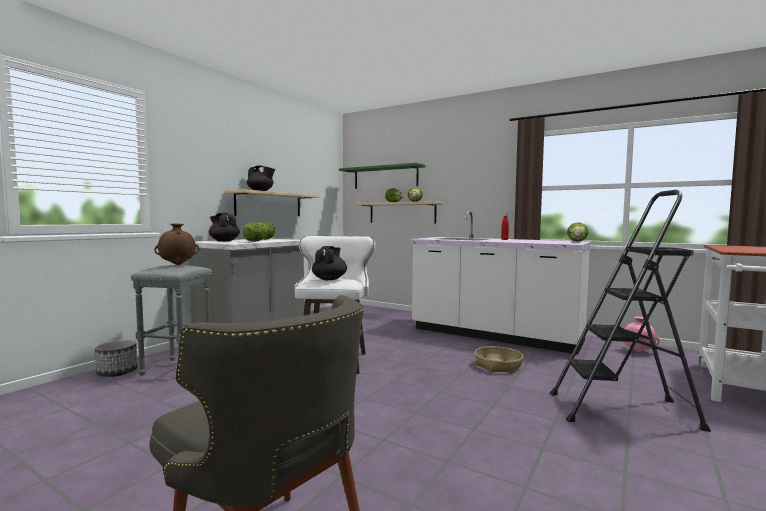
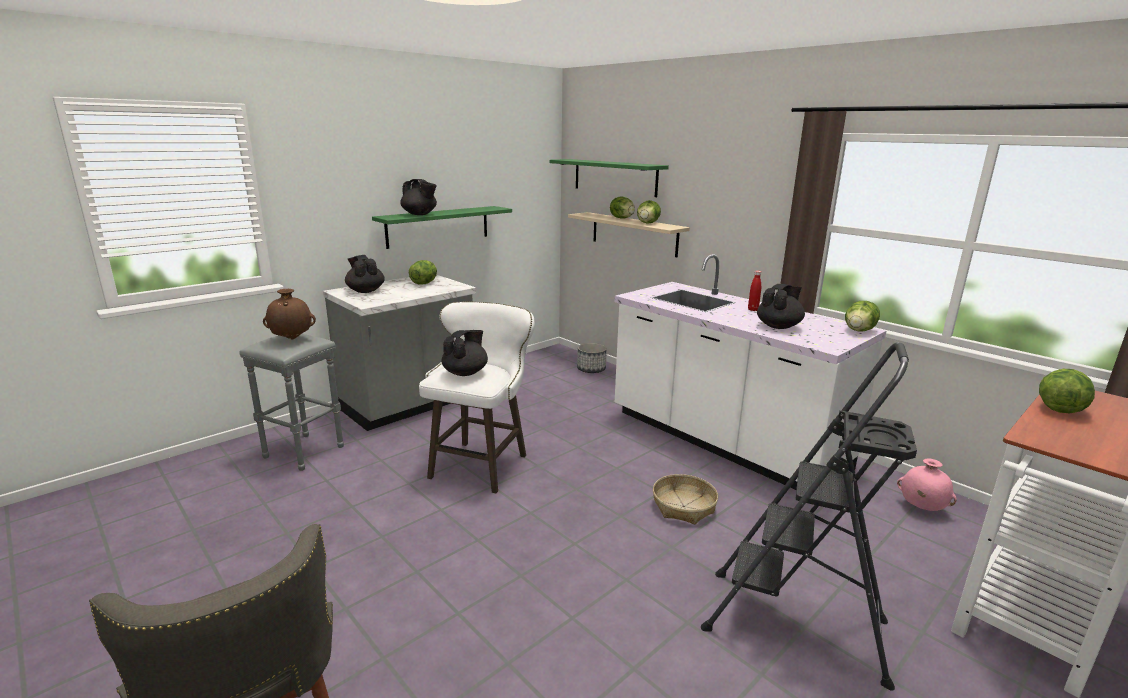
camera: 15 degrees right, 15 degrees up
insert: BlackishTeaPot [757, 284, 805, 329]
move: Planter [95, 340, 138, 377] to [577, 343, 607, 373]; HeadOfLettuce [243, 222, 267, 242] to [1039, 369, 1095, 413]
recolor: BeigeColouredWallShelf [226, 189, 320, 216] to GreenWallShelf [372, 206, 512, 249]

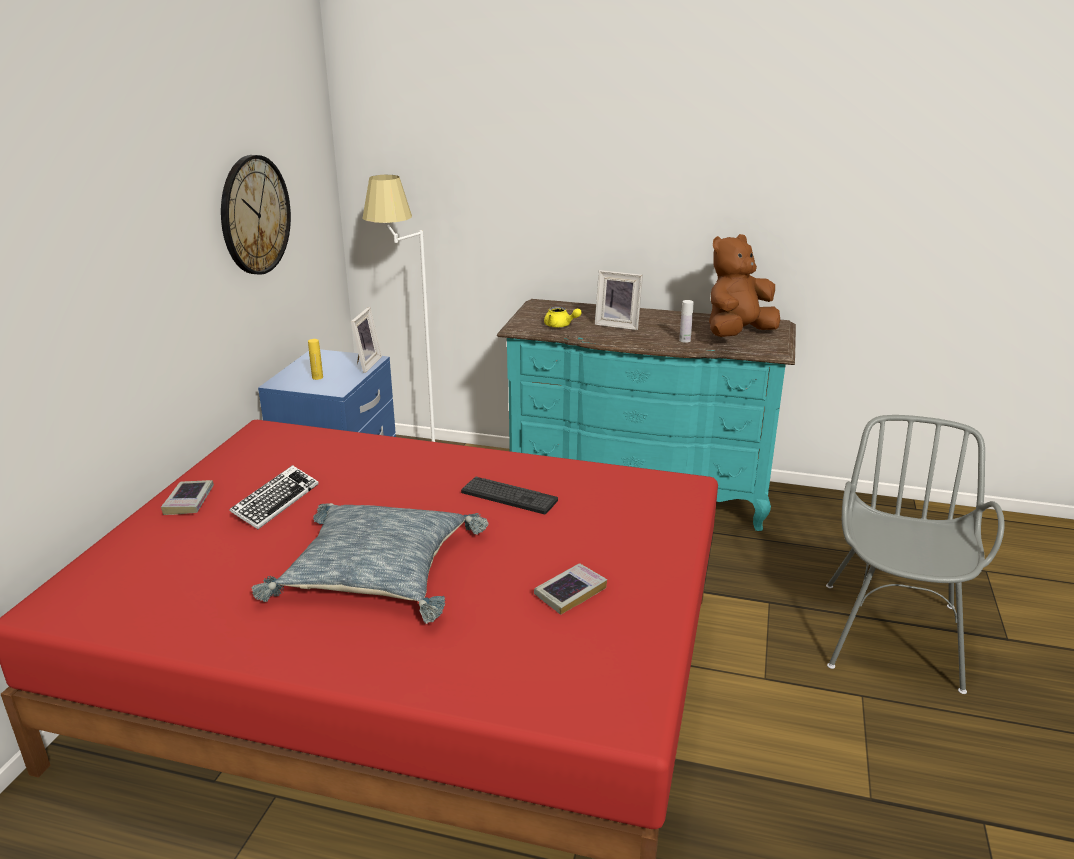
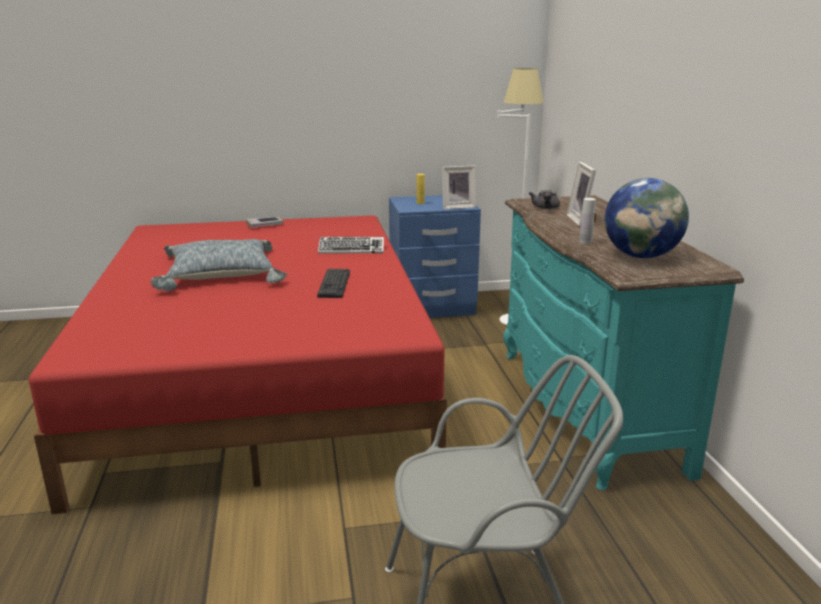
camera: 65 degrees right, 5 degrees down
delete: ClockOnTheWall [221, 155, 291, 275]; Volume [534, 563, 607, 615]
move: Keyboard [229, 465, 319, 529] to [318, 237, 384, 254]
replace: BrownPlushToy [709, 234, 780, 337] to DeskGlobe [605, 178, 689, 258]
recolor: YellowColouredTeaPot [544, 306, 582, 327] to GrayTeaPot [529, 190, 560, 209]

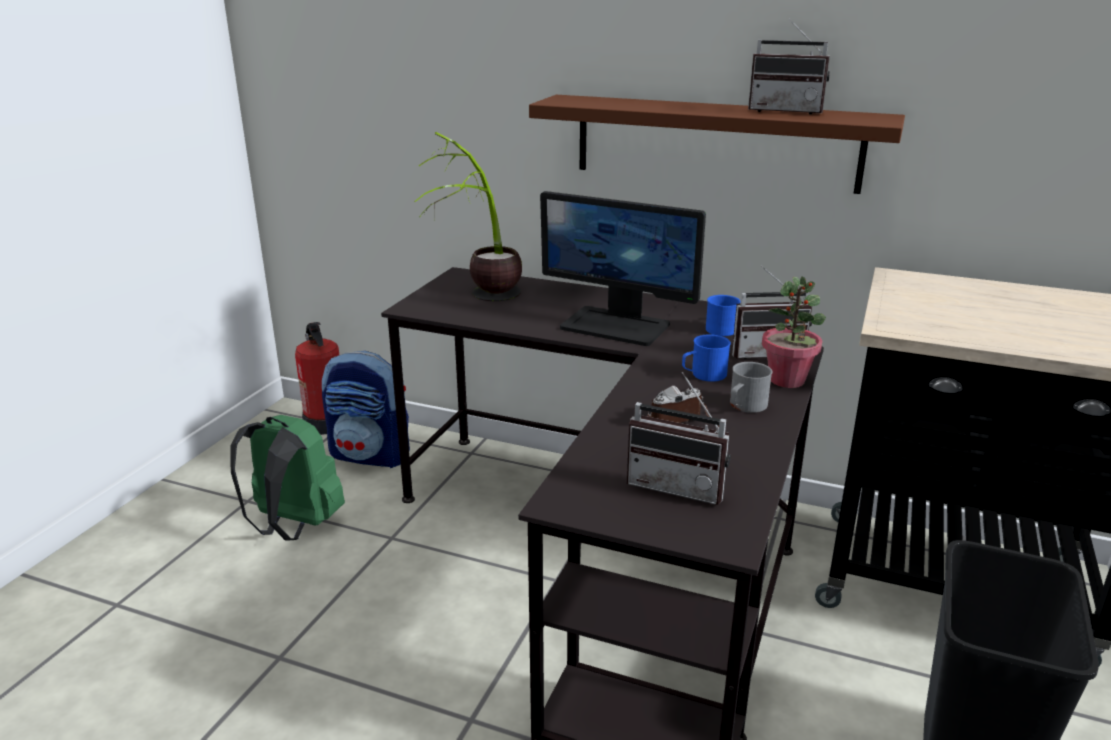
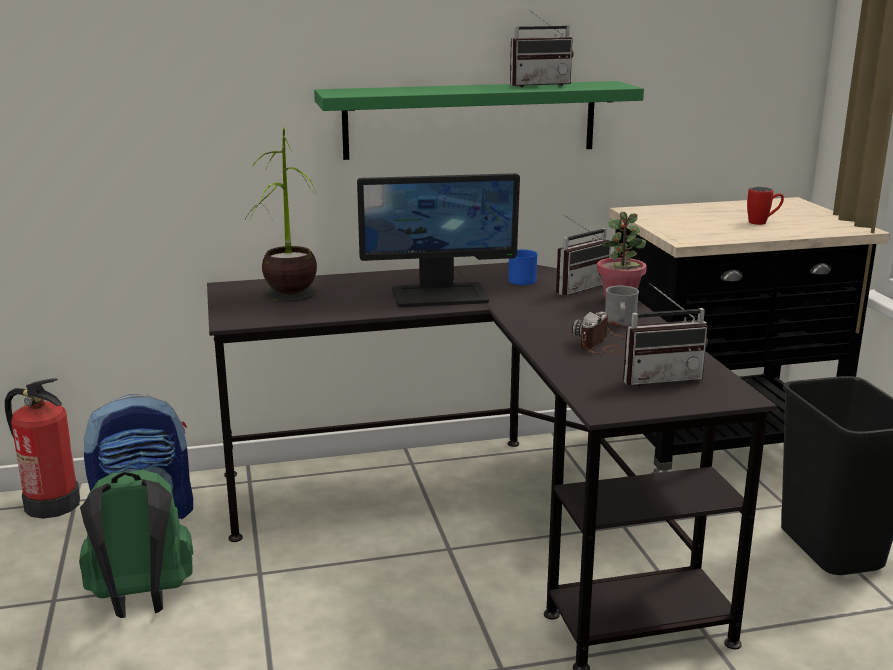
camera: 35 degrees left, 5 degrees down
delete: BluishCoffeeMug [682, 334, 731, 382]
insert: ReddishCoffeeMug [747, 187, 784, 225]
recolor: BrownWallShelf [529, 95, 905, 194] to GreenWallShelf [314, 81, 644, 160]

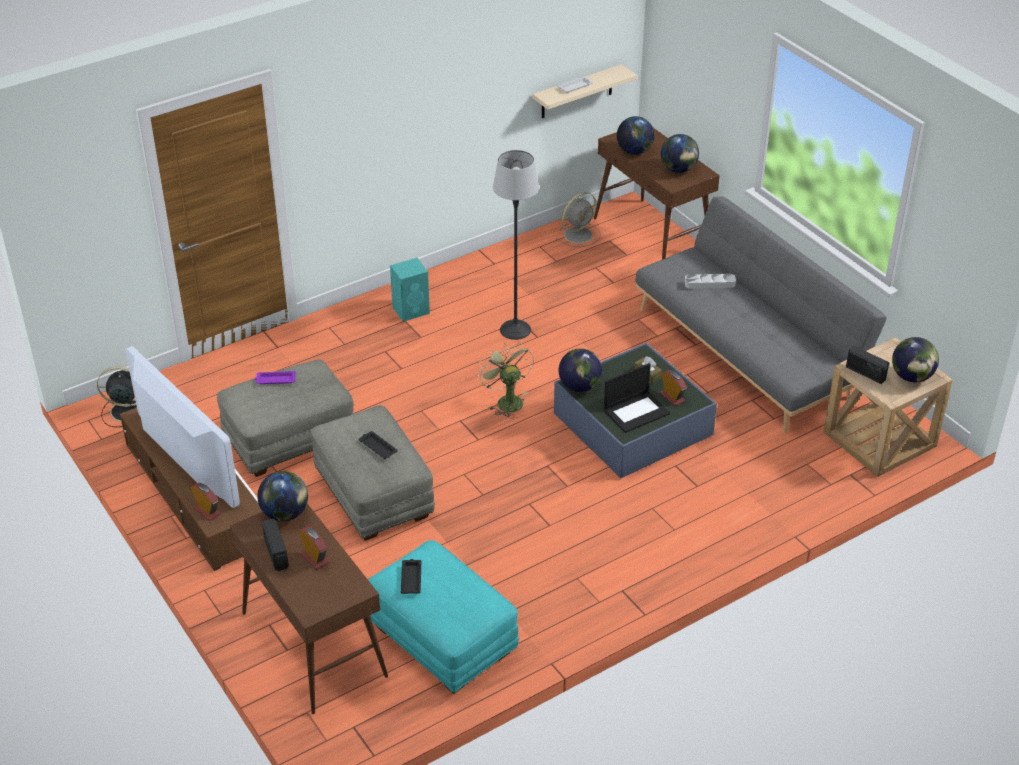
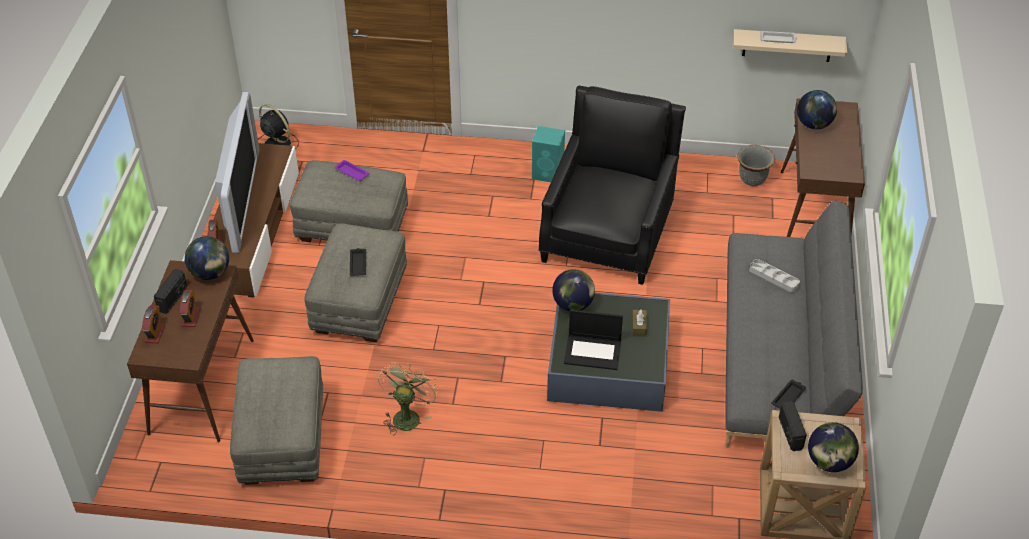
camera: 40 degrees right, 5 degrees up
delete: DeskGlobe [661, 134, 699, 173]
move: AlarmClock [660, 370, 687, 406] to [142, 305, 165, 344]; GreenCoolingFan [478, 342, 534, 418] to [378, 362, 438, 435]; BlackishCarryingTray [401, 559, 421, 594] to [771, 380, 806, 409]
replace: FloorLamp [493, 150, 539, 340] to BlackishLoungeChair [538, 86, 686, 285]; GrayCoolingFan [556, 192, 601, 247] to GrayPlanter [737, 145, 775, 186]
recolor: BlueGreenPouffe [369, 540, 519, 694] to GrayPouffe [230, 356, 323, 485]

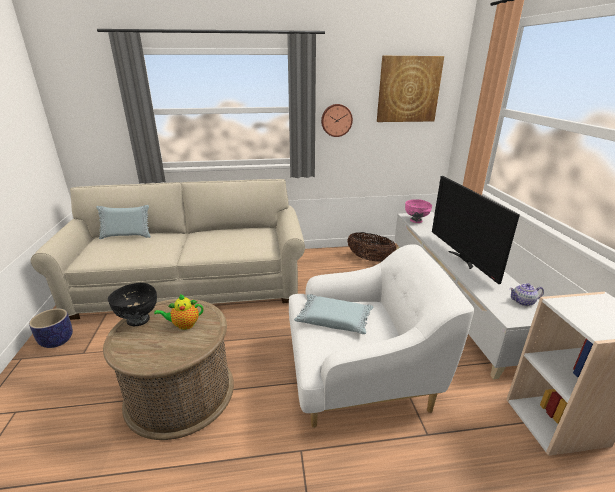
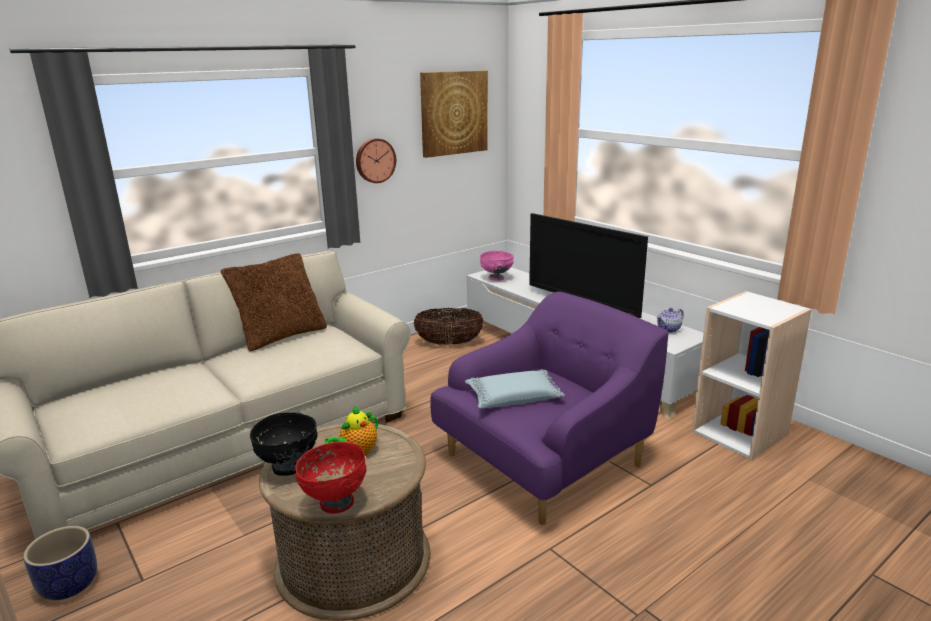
camera: 30 degrees left, 5 degrees down
delete: BluishCushion [96, 205, 151, 239]
insert: BrownCushion [221, 253, 327, 351]; ReddishServingBowl [295, 442, 366, 514]
recolor: WhitishLoungeChair [289, 244, 474, 428] to PurpleLoungeChair [430, 292, 668, 525]

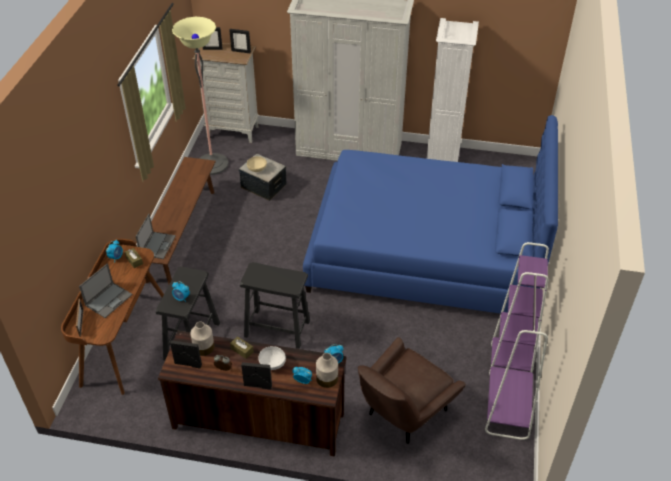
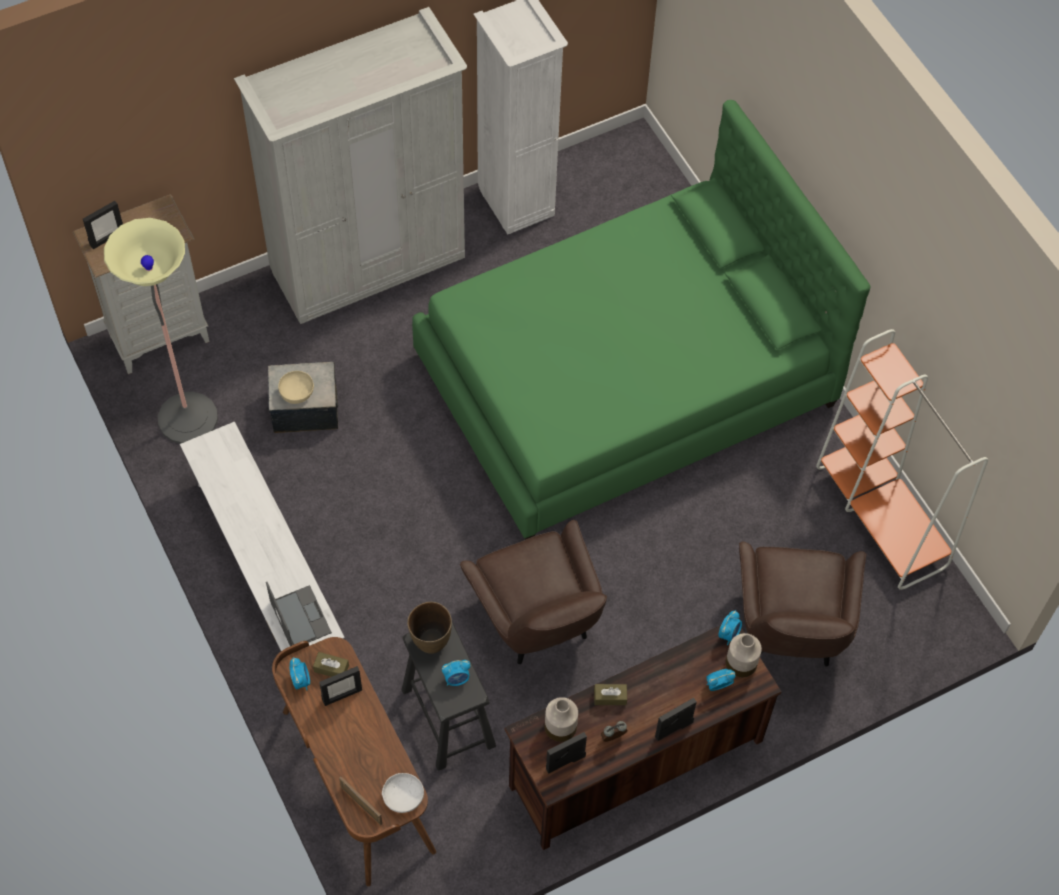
camera: 40 degrees left, 15 degrees up
delete: PortableComputer [79, 263, 133, 318]
insert: BrownVase [407, 602, 452, 654]
move: PictureFrame [229, 29, 251, 53] to [319, 666, 362, 706]; WhitishServingBowl [258, 346, 286, 370] to [382, 773, 424, 813]
replace: BlackishStoolSeat [240, 262, 310, 349] to BrownLoungeChair [460, 520, 607, 664]
recolor: BrownIndoorBench [145, 157, 216, 285] to WhitishIndoorBench [180, 422, 345, 651]; BluishBed [303, 115, 558, 314] to GreenBed [412, 100, 871, 540]; PurpleGarmentRack [485, 242, 549, 440] to OrangeyGarmentRack [816, 329, 988, 590]

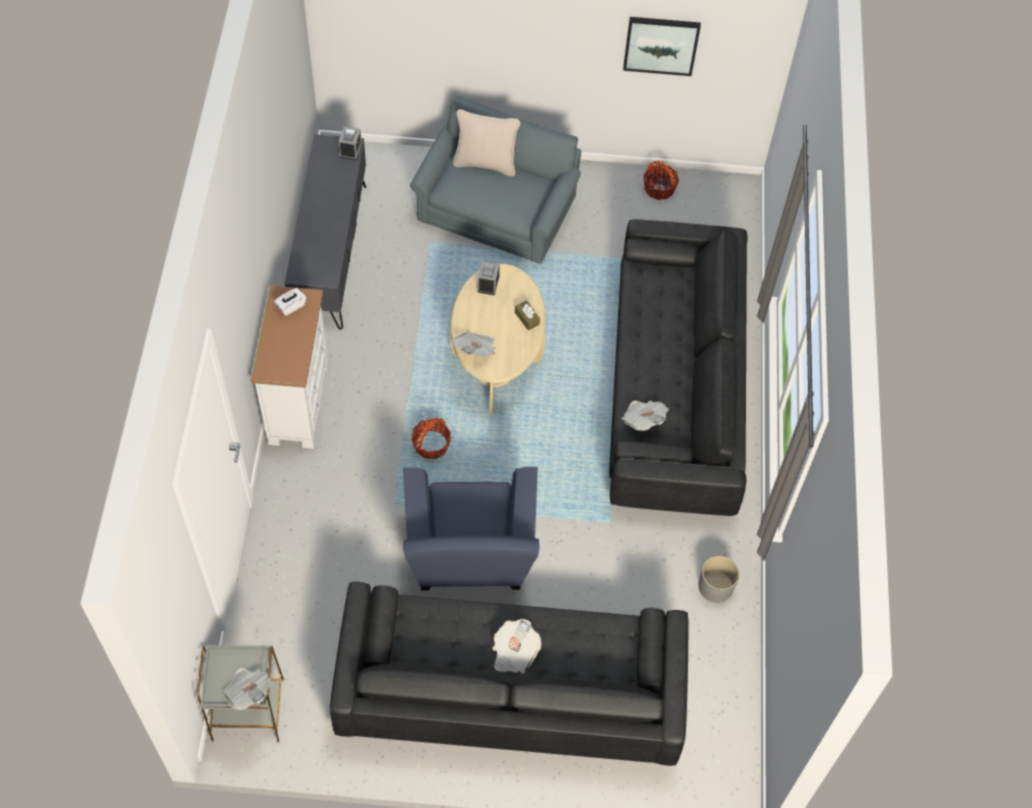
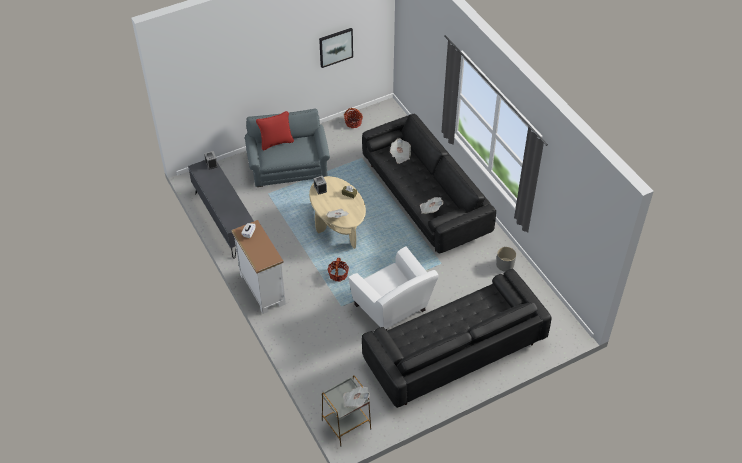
camera: 30 degrees left, 10 degrees down
move: Newspaper [493, 619, 541, 674] to [390, 138, 411, 164]
recolor: BeigeColouredCushion [453, 109, 520, 176] to ReddishCushion [256, 111, 294, 150]; BluishLoungeChair [403, 467, 539, 591] to WhitishLoungeChair [348, 246, 439, 330]

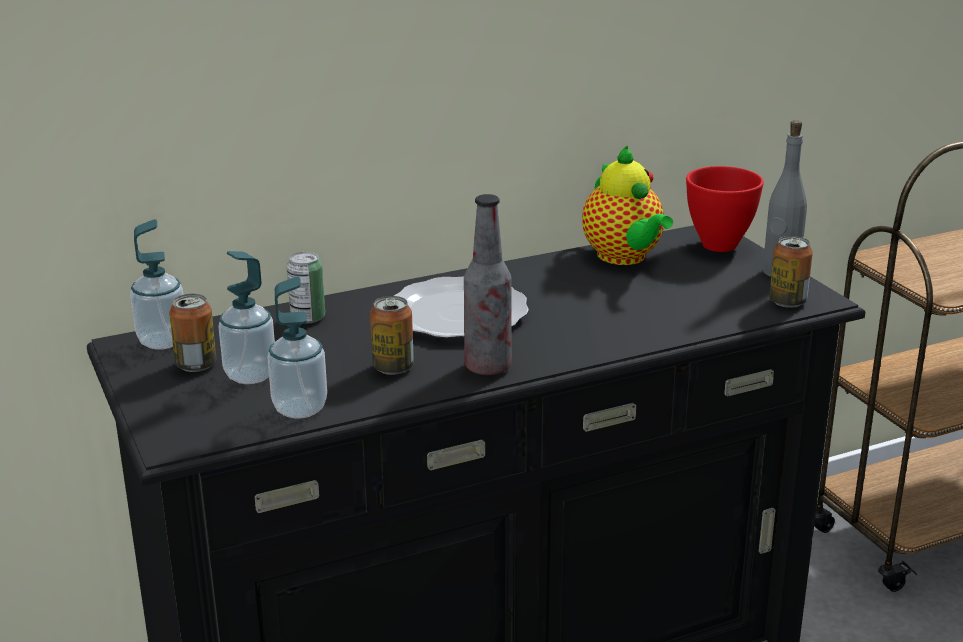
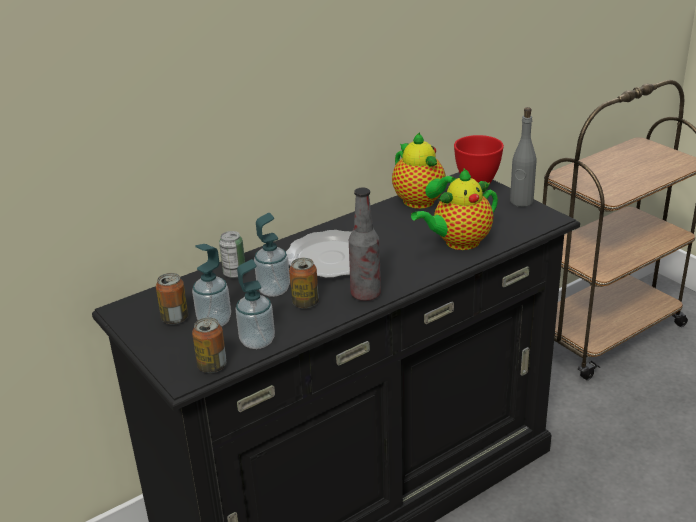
camera: 10 degrees left, 5 degrees up
insert: TeaPot [411, 168, 498, 250]
move: Can [769, 236, 813, 308] to [192, 318, 227, 373]; LiquidSoapBottle [130, 219, 183, 350] to [254, 213, 290, 297]

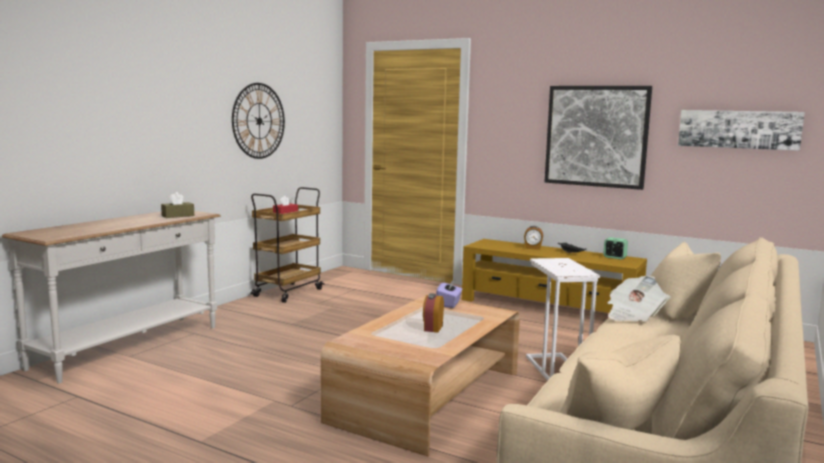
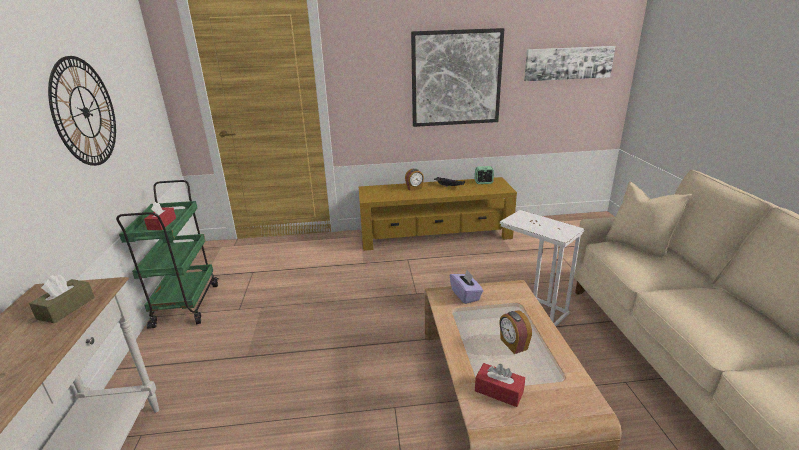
camera: 35 degrees left, 15 degrees up
delete: Newspaper [608, 276, 671, 322]
insert: ReddishTissueBox [475, 363, 525, 407]
recolor: BrownWheeledCart [250, 187, 325, 303] to GreenWheeledCart [116, 180, 219, 329]

